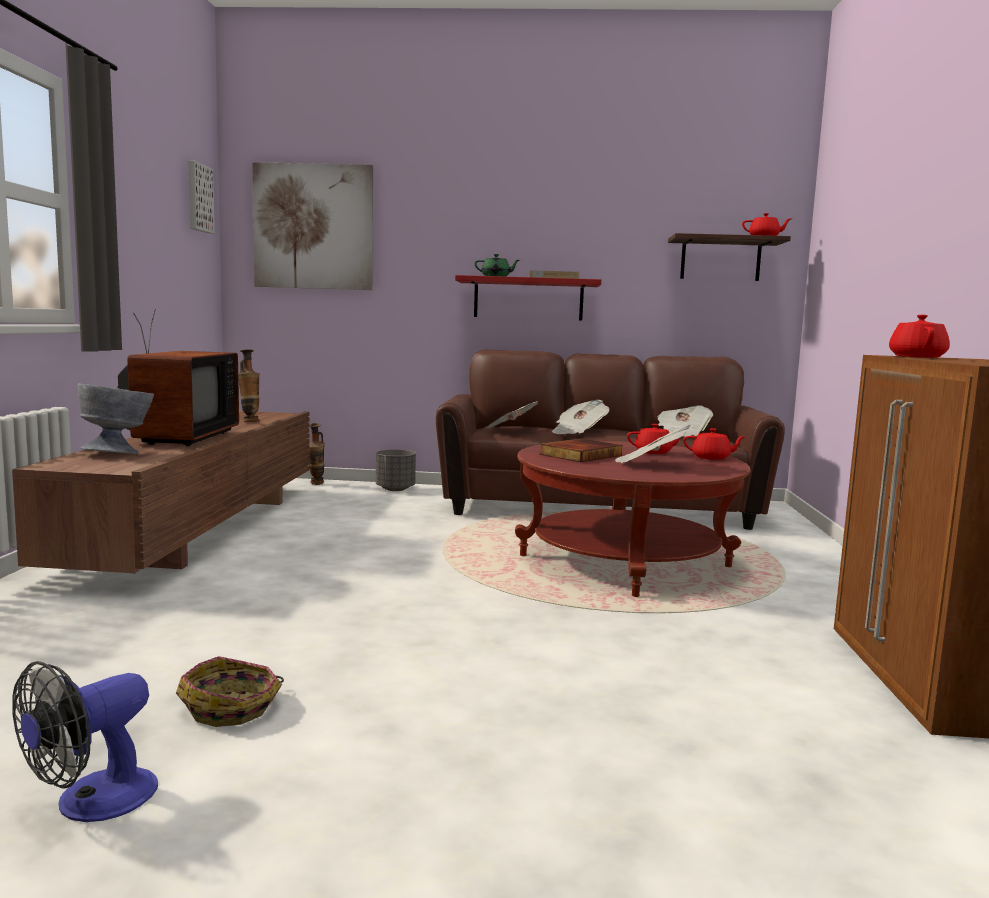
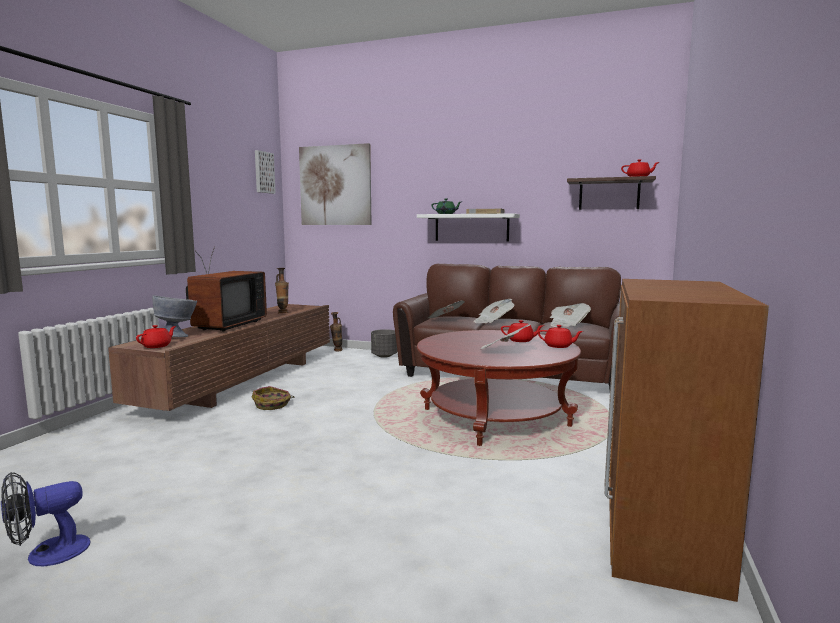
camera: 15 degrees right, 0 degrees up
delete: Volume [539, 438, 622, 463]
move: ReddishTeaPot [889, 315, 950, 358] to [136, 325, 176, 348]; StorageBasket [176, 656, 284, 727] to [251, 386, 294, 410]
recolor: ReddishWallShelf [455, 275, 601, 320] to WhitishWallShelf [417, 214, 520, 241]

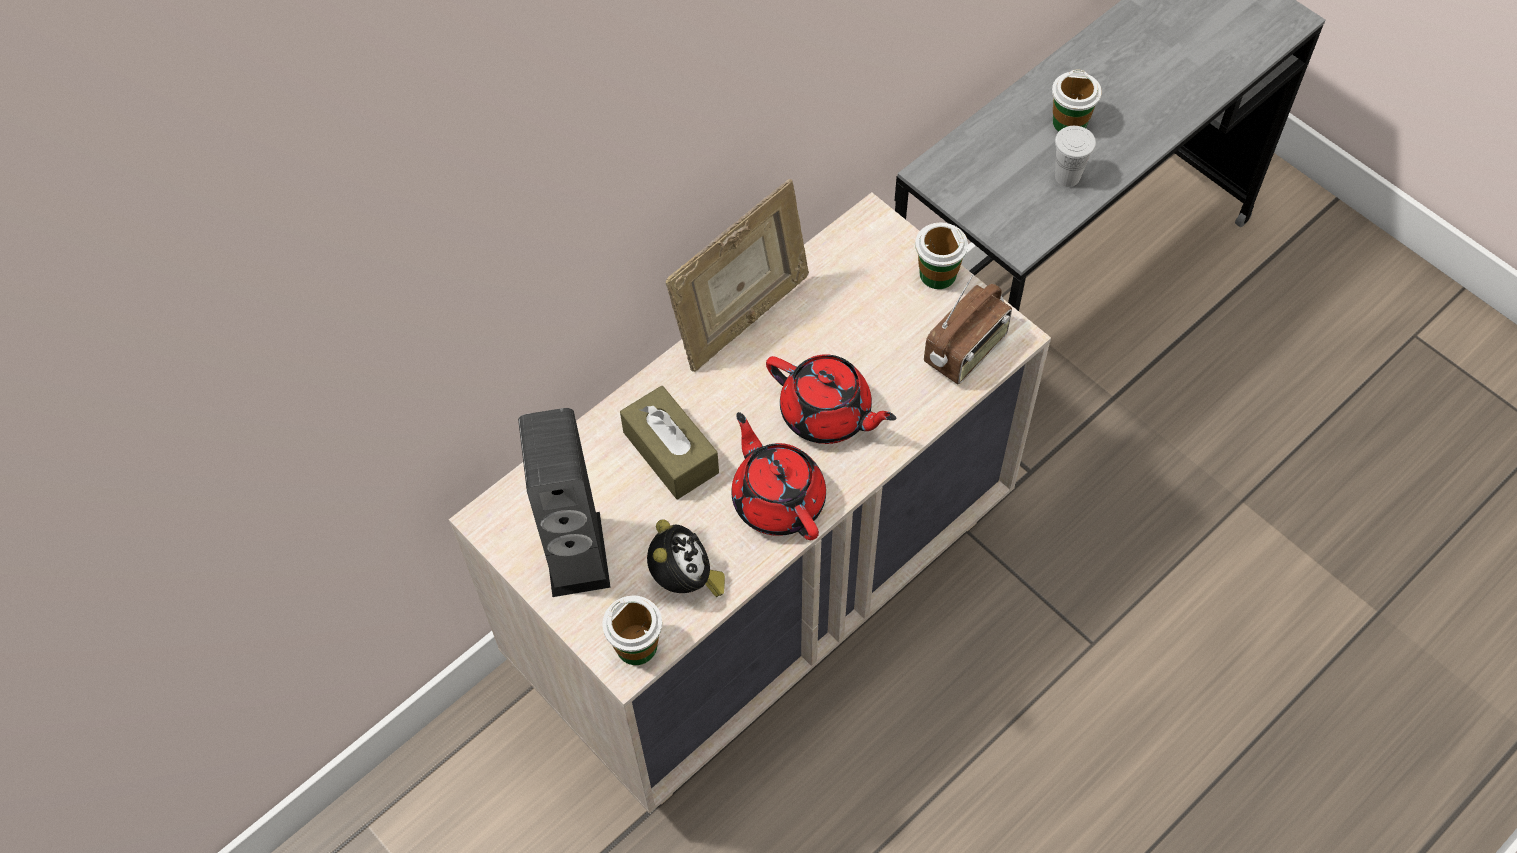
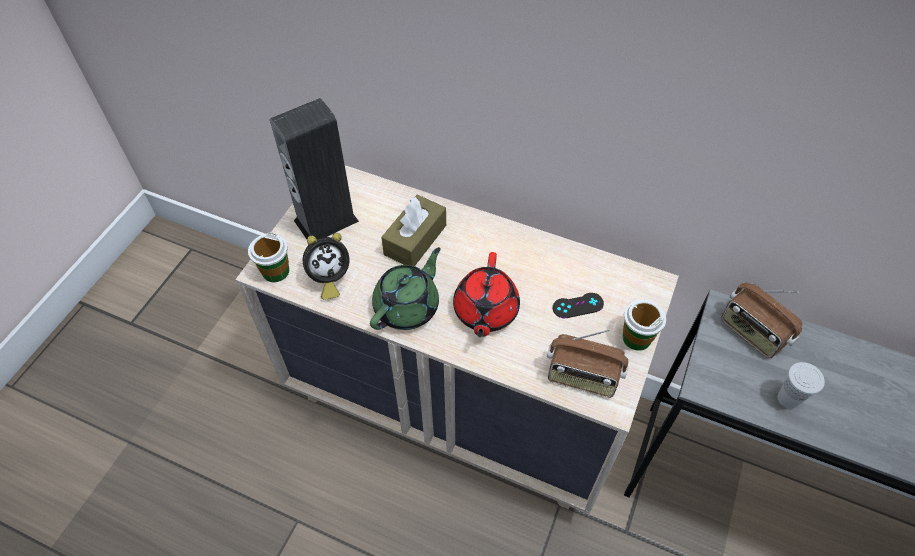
camera: 65 degrees right, 5 degrees down
delete: PictureFrame [666, 179, 809, 372]; DrinkingCup [1052, 69, 1102, 132]
insert: BlackishJoypad [553, 293, 604, 318]; Radio [722, 283, 802, 358]
recolor: ReddishTeaPot [731, 412, 826, 540] to GreenTeaPot [370, 247, 440, 330]

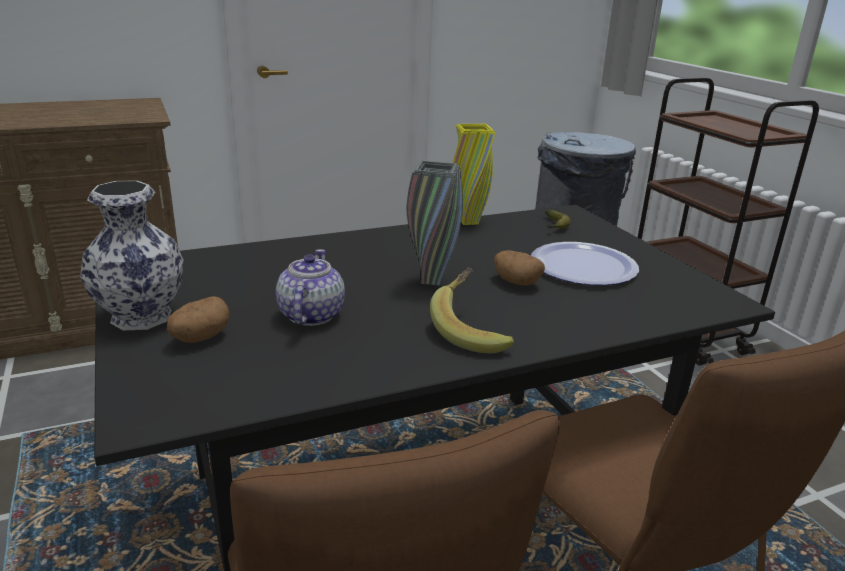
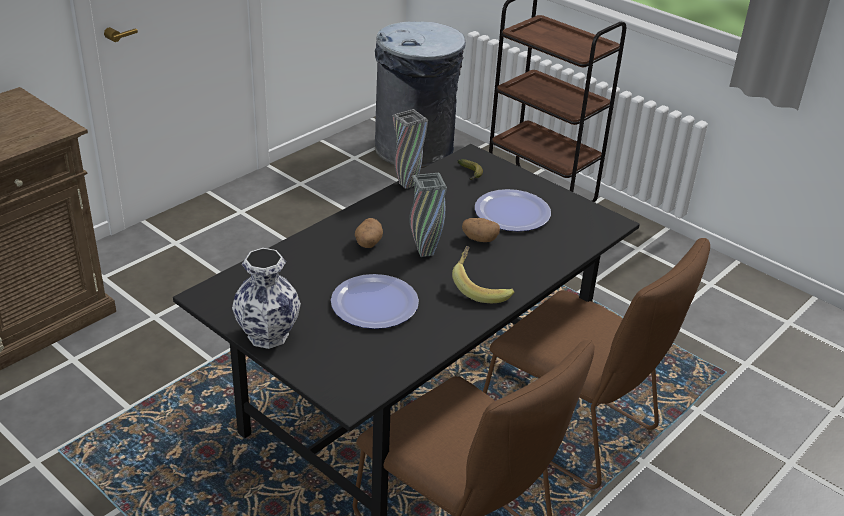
camera: 25 degrees left, 10 degrees up
move: WholePotato [167, 296, 229, 343] to [355, 218, 383, 248]
replace: TeaPot [276, 249, 345, 326] to Plate [331, 274, 419, 329]
recolor: YellowColouredVase [453, 124, 495, 225] to GrayVase [392, 109, 428, 189]

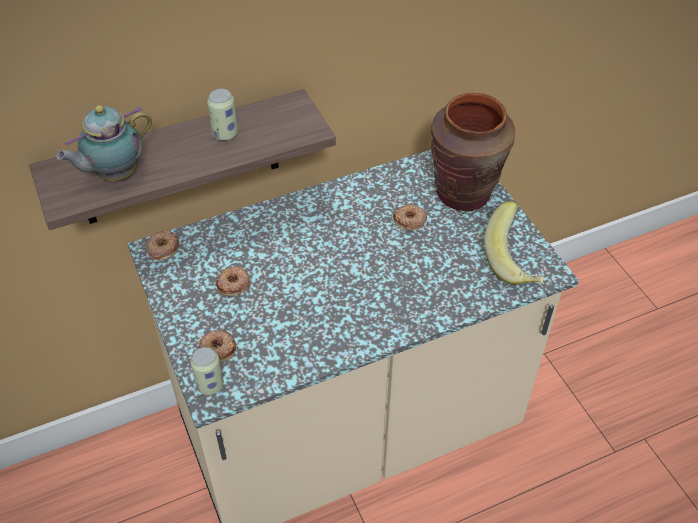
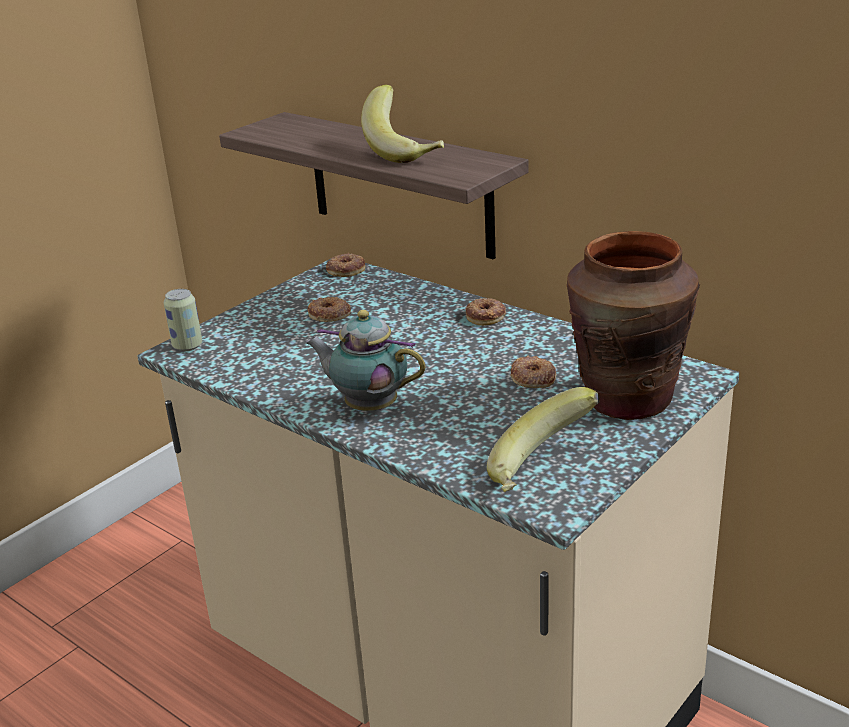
camera: 65 degrees right, 20 degrees down
move: TeaPot [56, 105, 152, 181] to [305, 310, 426, 411]; Doughnut [198, 330, 236, 362] to [465, 298, 506, 326]
replace: Can [207, 89, 238, 141] to Banana [361, 85, 444, 163]

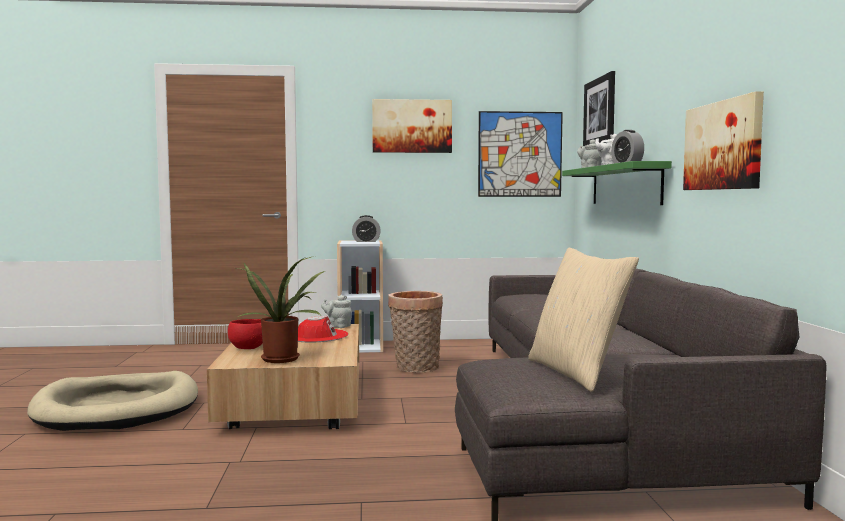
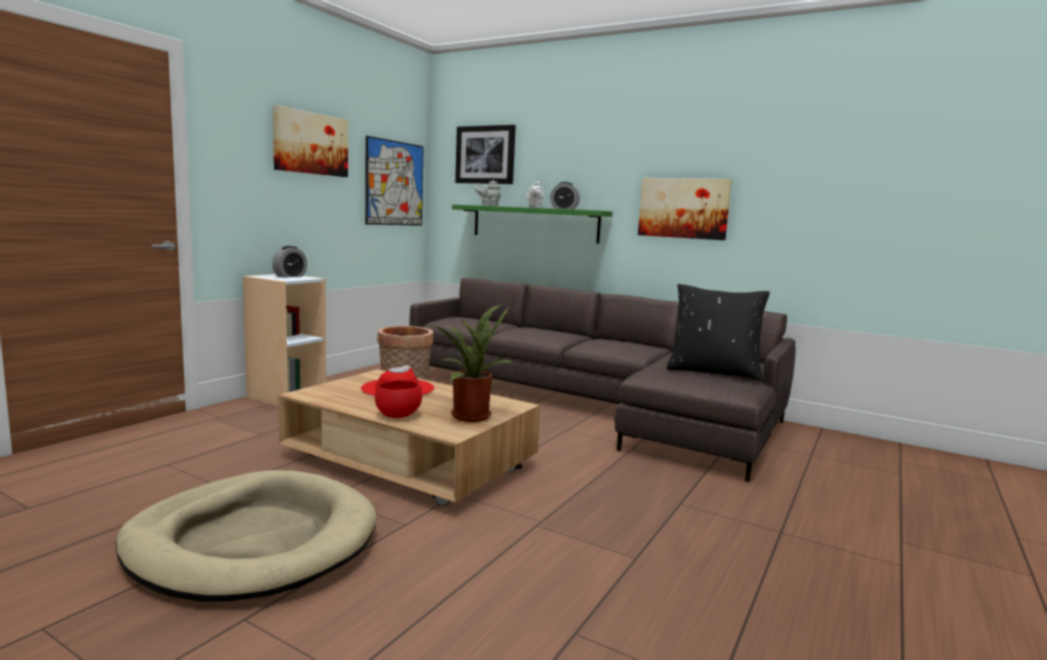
camera: 55 degrees left, 5 degrees up
delete: GrayTeaPot [321, 295, 352, 328]
recolor: BeigeColouredCushion [528, 248, 639, 392] to BlackishCushion [667, 284, 770, 381]

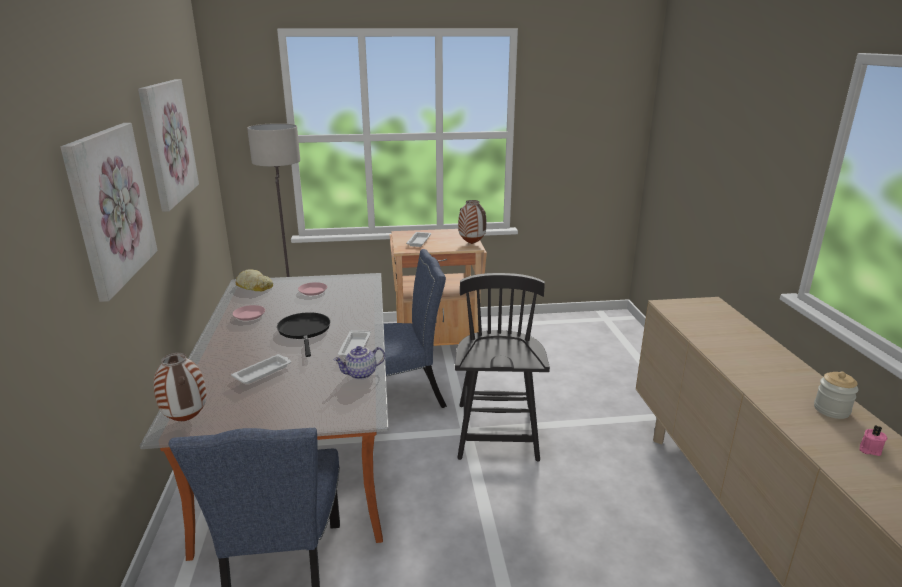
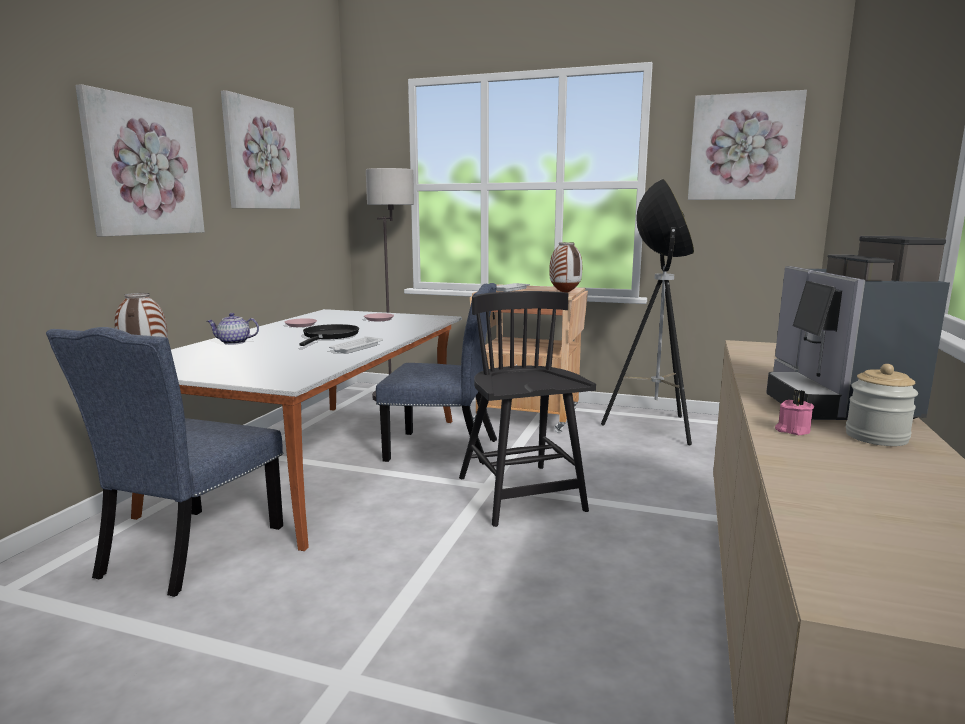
camera: 25 degrees right, 10 degrees down
delete: WhitishCarryingTray [231, 354, 291, 384]; Bread [235, 269, 273, 291]
insert: FloorLamp [601, 179, 694, 445]; WallArt [688, 90, 807, 200]; CoffeeMachine [766, 236, 950, 420]
move: TeaPot [333, 346, 385, 379] to [207, 313, 259, 345]; PinkishWaxLight [859, 425, 888, 456] to [775, 390, 814, 435]
rotate: BlackishPlainChair [455, 273, 550, 462] = [459, 291, 596, 527] 45 degrees counterclockwise

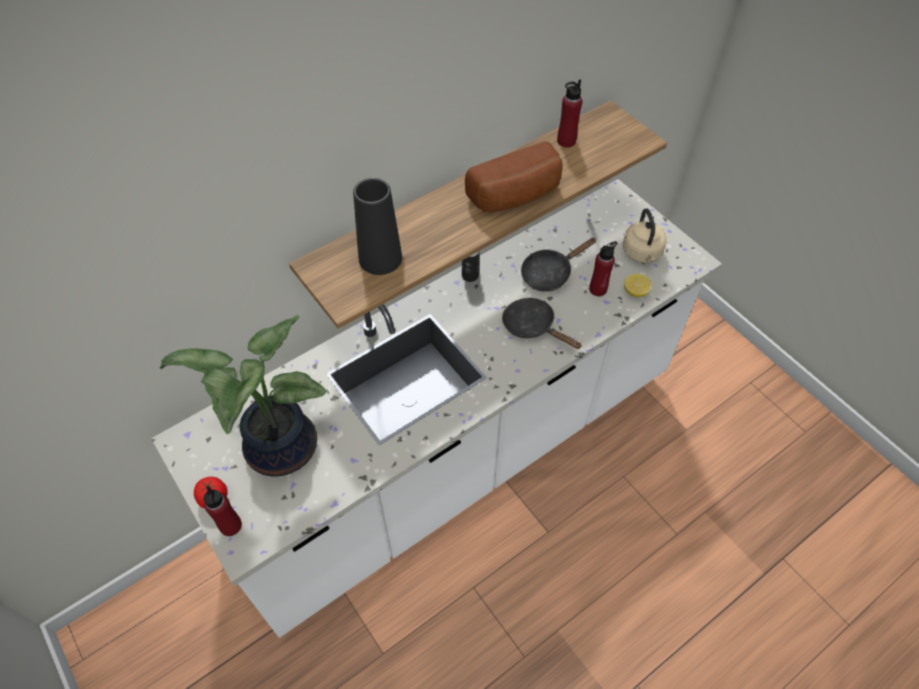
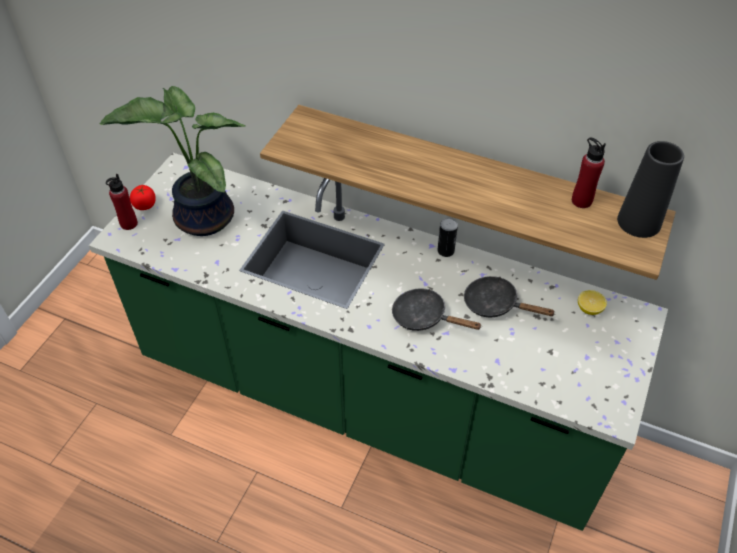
camera: 60 degrees right, 5 degrees down
delete: Bread [465, 141, 563, 212]; ReddishBeverageBottle [589, 241, 618, 296]; BeigeColouredWaterKettle [622, 208, 667, 263]
move: Lemon [624, 274, 652, 297] to [578, 290, 607, 315]; BlackishVase [353, 178, 402, 275] to [617, 141, 684, 238]
recolor: WhitishKitchenBaseUnit [151, 179, 722, 638] to GreenKitchenBaseUnit [89, 153, 668, 531]
rotate: BlackishFryingPan [502, 298, 582, 349] = [392, 288, 482, 331] 75 degrees counterclockwise

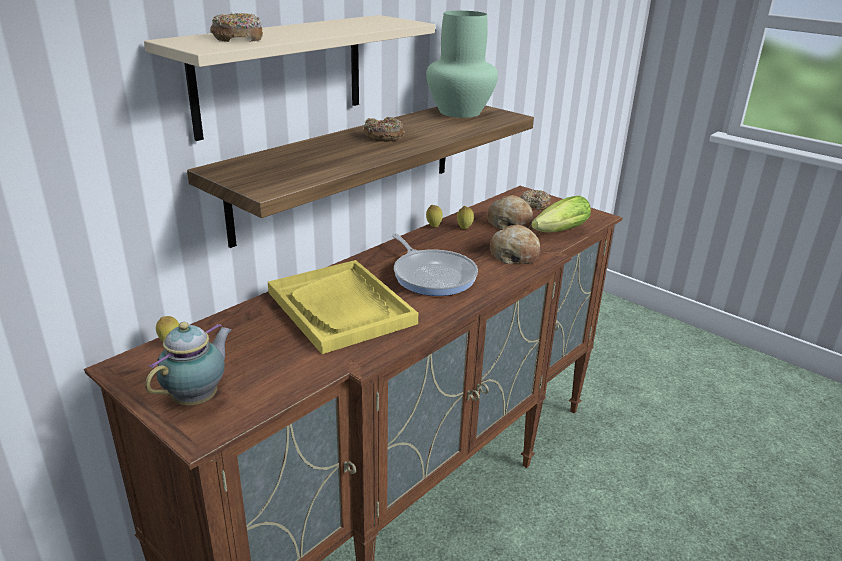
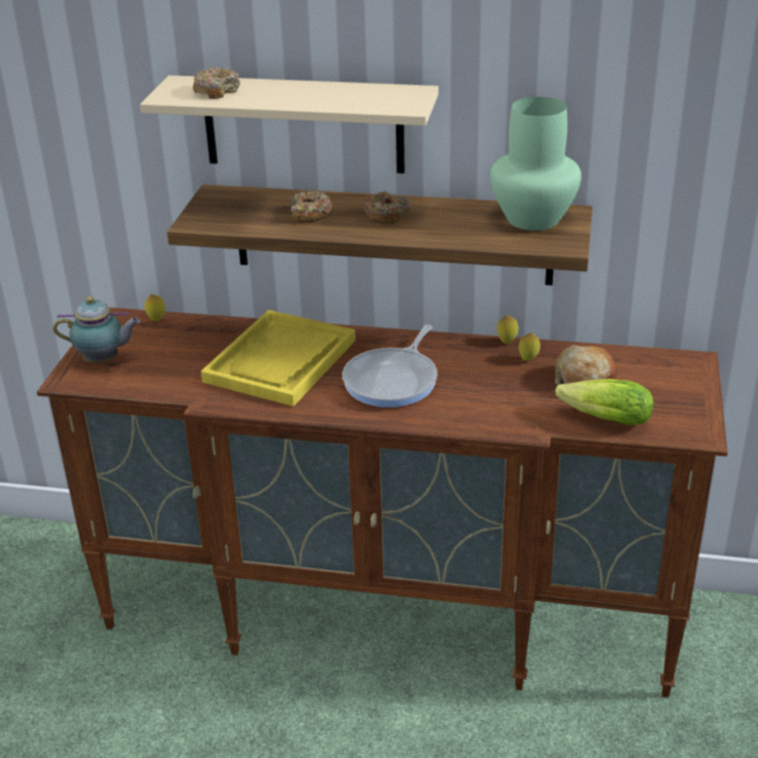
camera: 60 degrees right, 5 degrees up
delete: Bread [490, 224, 540, 264]
move: Doughnut [521, 190, 551, 210] to [289, 191, 332, 222]

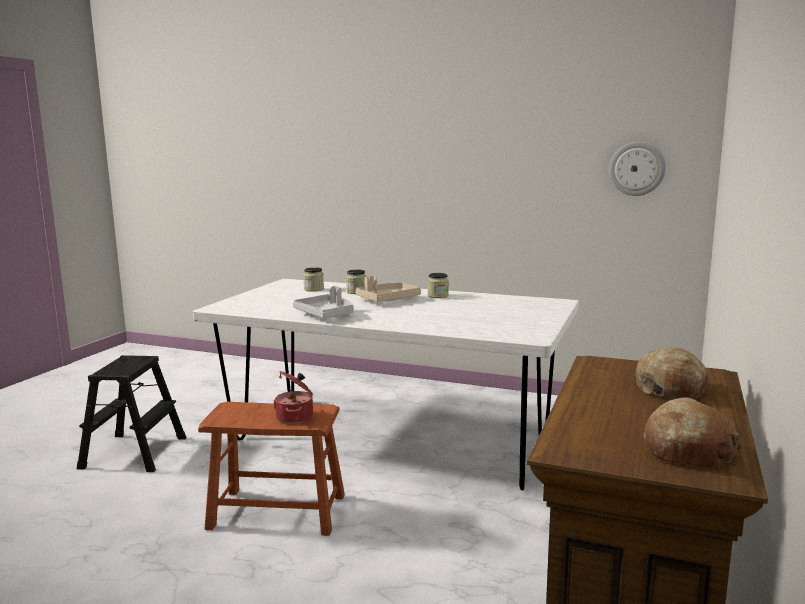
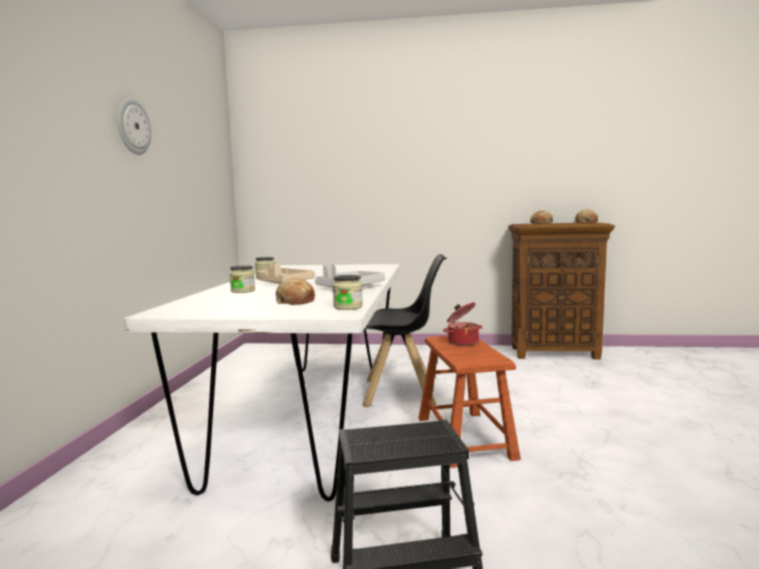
camera: 105 degrees left, 5 degrees down
insert: Bread [276, 278, 315, 305]; BlackishPlainChair [363, 254, 447, 407]
move: ClockOnTheWall [609, 142, 666, 196] to [118, 98, 151, 155]; StorageJar [303, 267, 324, 292] to [333, 275, 363, 310]

